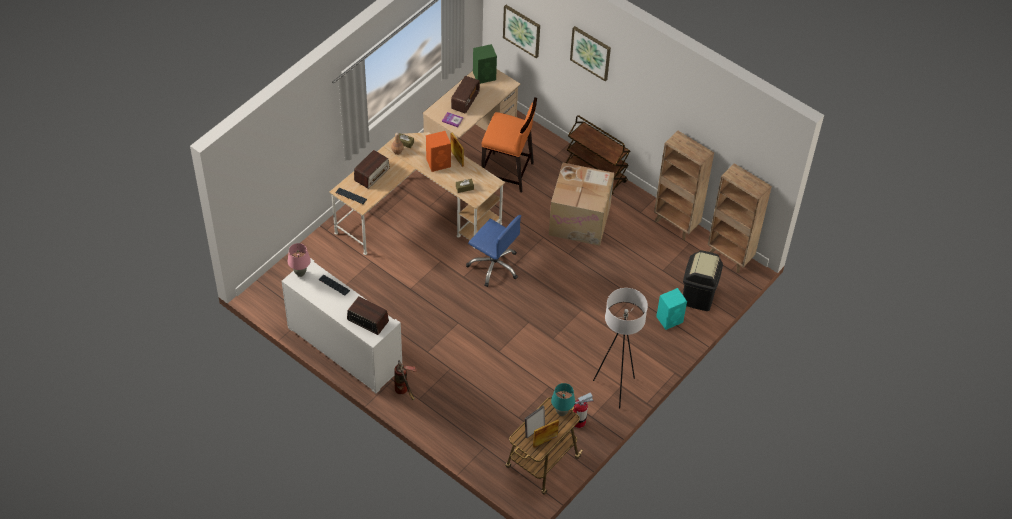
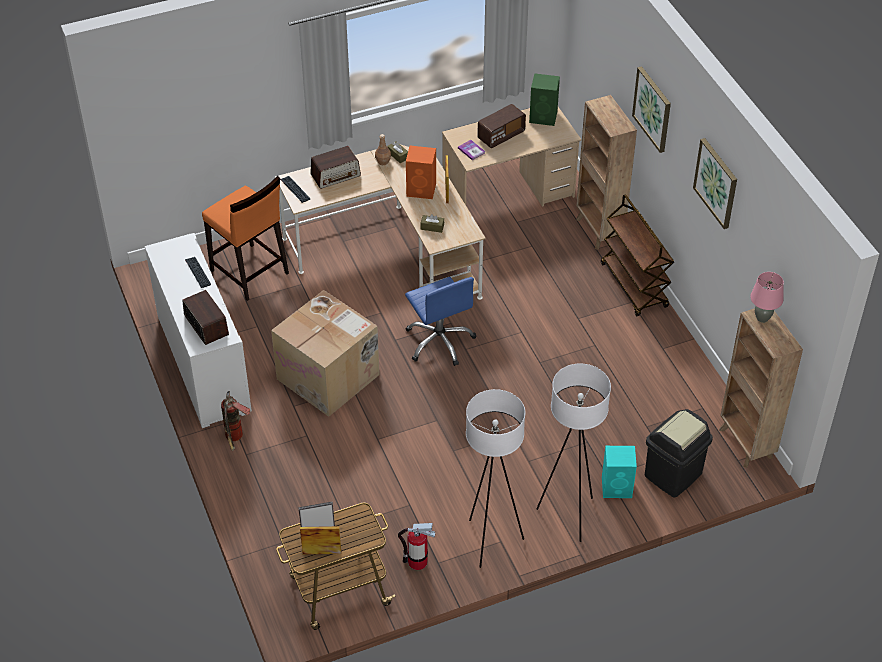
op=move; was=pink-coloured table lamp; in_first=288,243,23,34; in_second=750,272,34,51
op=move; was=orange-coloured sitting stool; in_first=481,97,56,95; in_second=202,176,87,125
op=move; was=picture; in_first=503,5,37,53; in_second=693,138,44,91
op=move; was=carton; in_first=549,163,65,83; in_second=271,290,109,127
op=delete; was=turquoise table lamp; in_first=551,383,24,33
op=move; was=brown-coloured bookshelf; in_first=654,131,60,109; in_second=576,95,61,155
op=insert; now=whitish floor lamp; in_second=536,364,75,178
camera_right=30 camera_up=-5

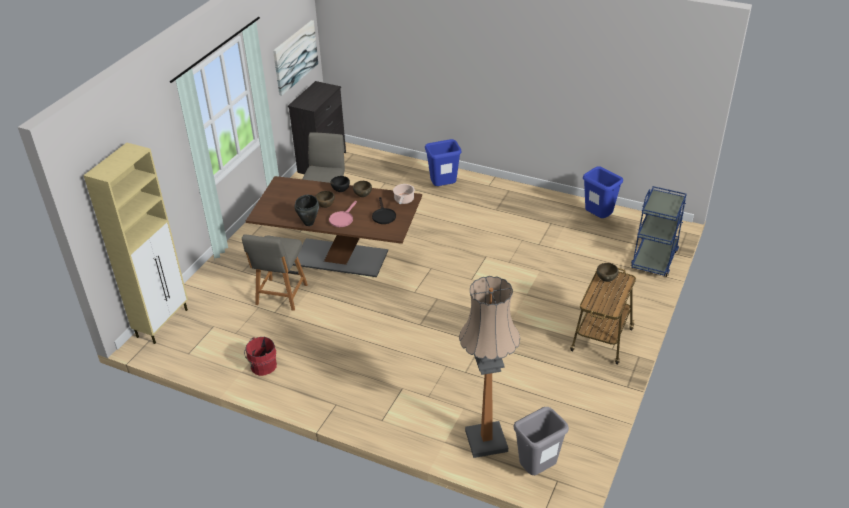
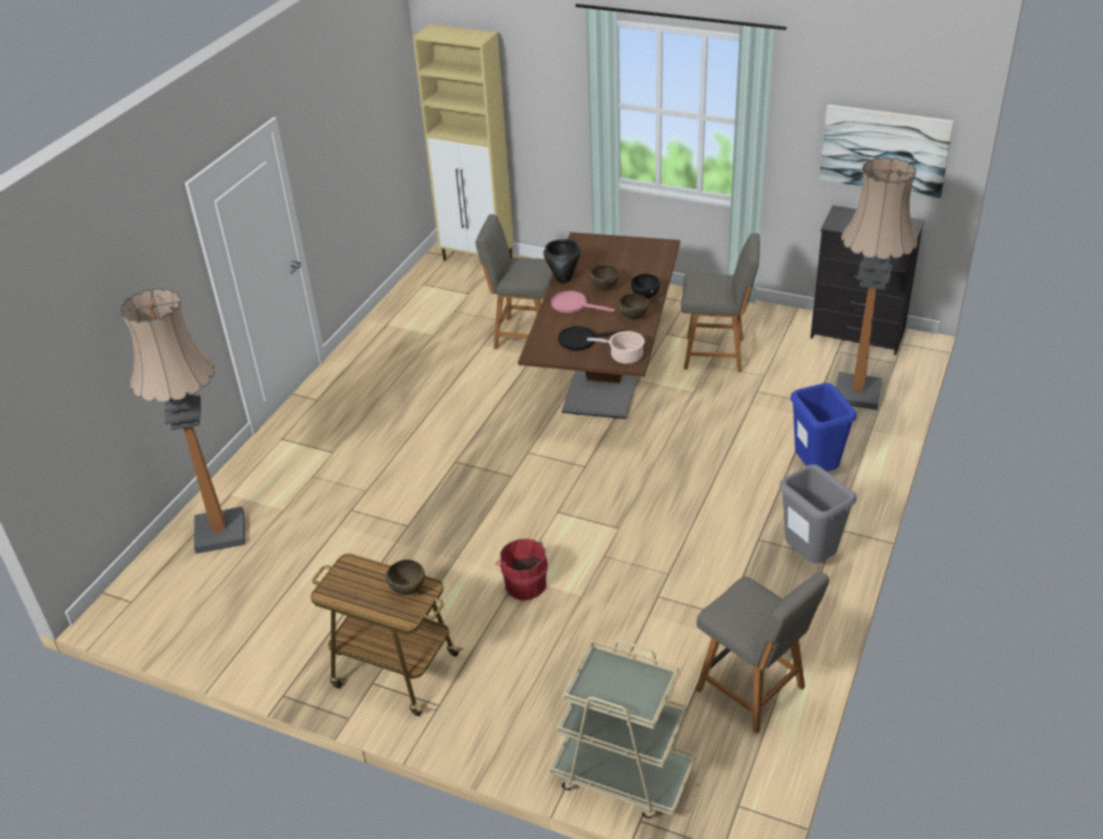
op=move; was=red-coloured water bucket; in_first=244,337,33,39; in_second=496,538,52,62
op=move; was=gray trash can; in_first=514,407,55,68; in_second=779,464,78,99
op=replace; was=bluish trash can; now=gray upright chair; in_first=583,166,40,52; in_second=696,572,133,162
op=recolor; was=bluish trolley; now=beige-coloured trolley; in_first=631,186,55,91; in_second=550,640,146,178
op=insert; now=floor lamp; in_second=836,157,82,253
camera_right=90 camera_up=0

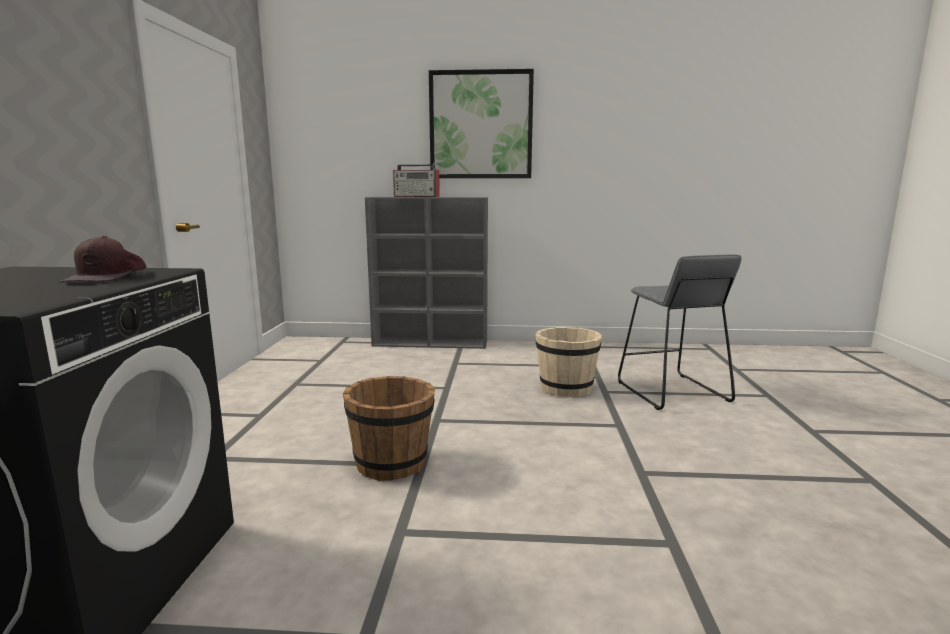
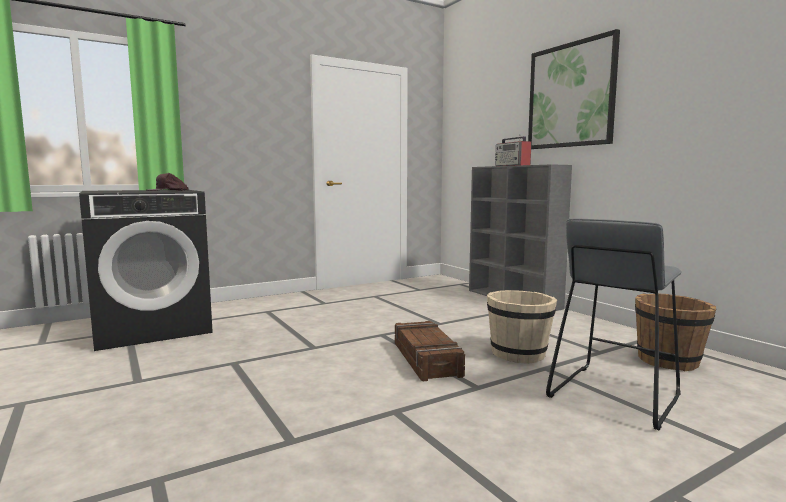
op=move; was=brown-coloured water bucket; in_first=343,376,92,105; in_second=635,293,81,78
op=insert; now=crate; in_second=395,321,70,60
camera_right=55 camera_up=-5

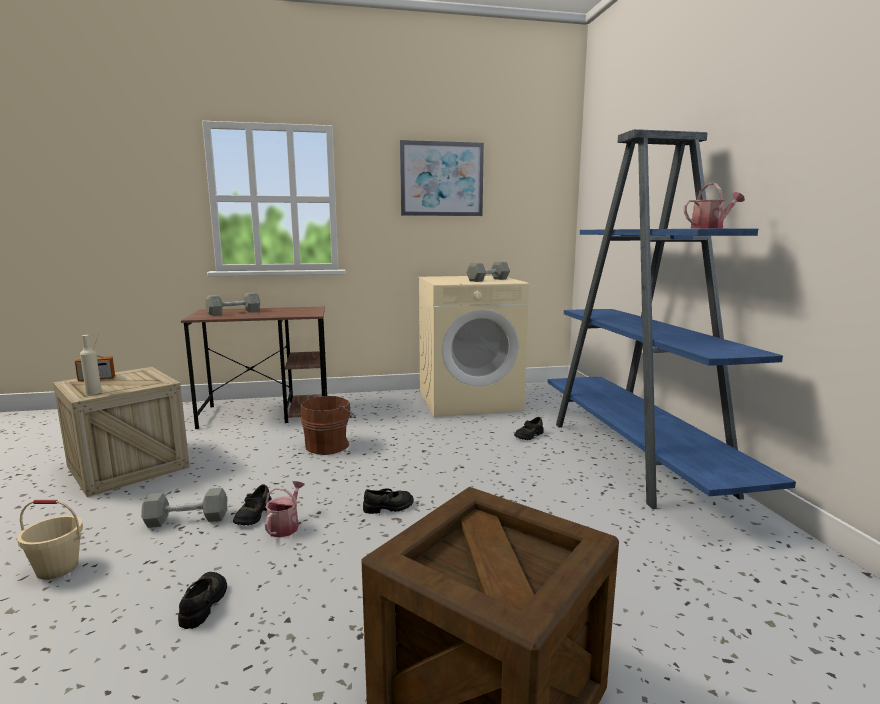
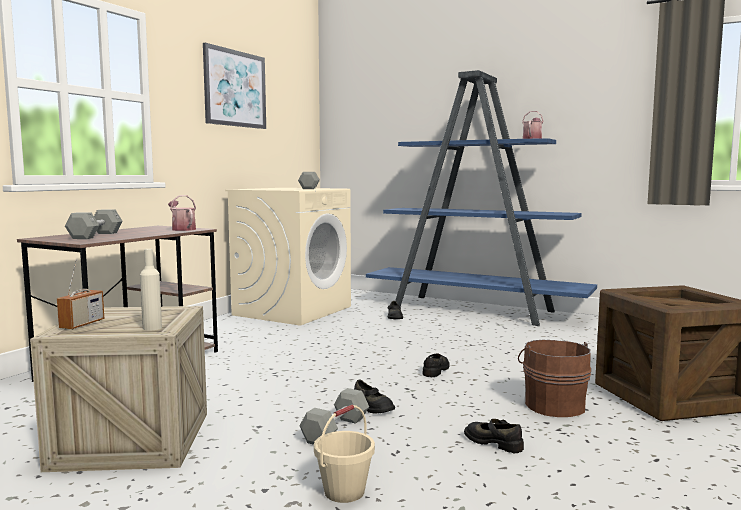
op=move; was=watering pot; in_first=265,481,40,57; in_second=168,195,28,36
op=move; was=brown-coloured water bucket; in_first=300,396,56,59; in_second=518,340,73,77
camera_right=-50 camera_up=-5

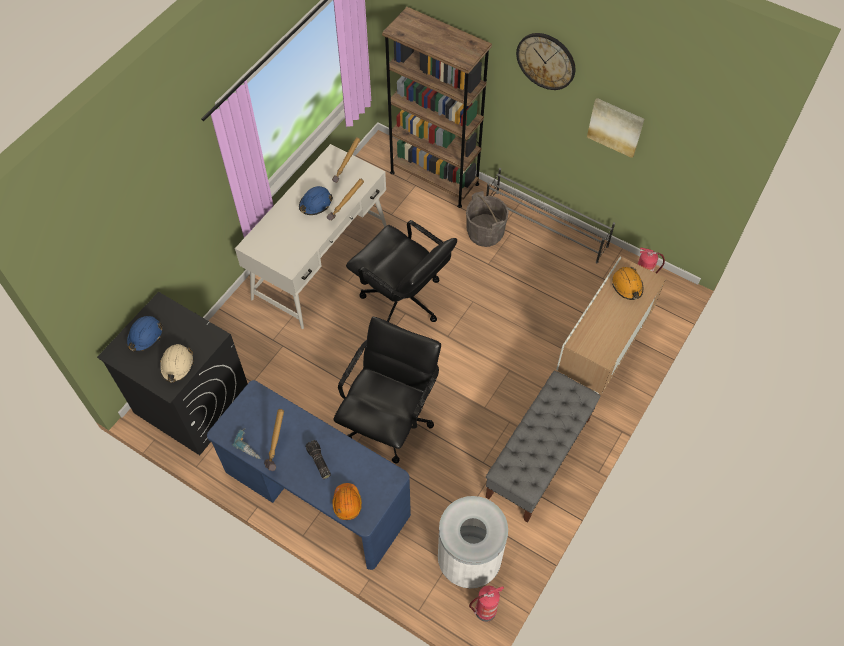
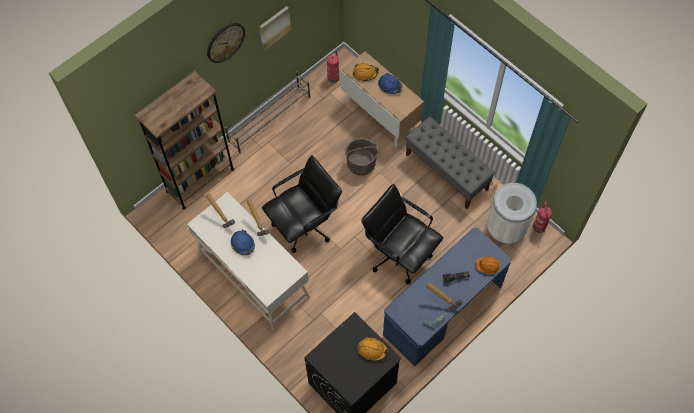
op=move; was=bluish hard hat; in_first=126,316,37,36; in_second=378,73,24,21
op=recolor; was=beige-coloured hard hat; now=orange-coloured hard hat; in_first=160,344,34,39; in_second=358,337,31,24
op=move; was=gray water bucket; in_first=466,191,43,56; in_second=344,138,34,38
camera_right=-75 camera_up=5

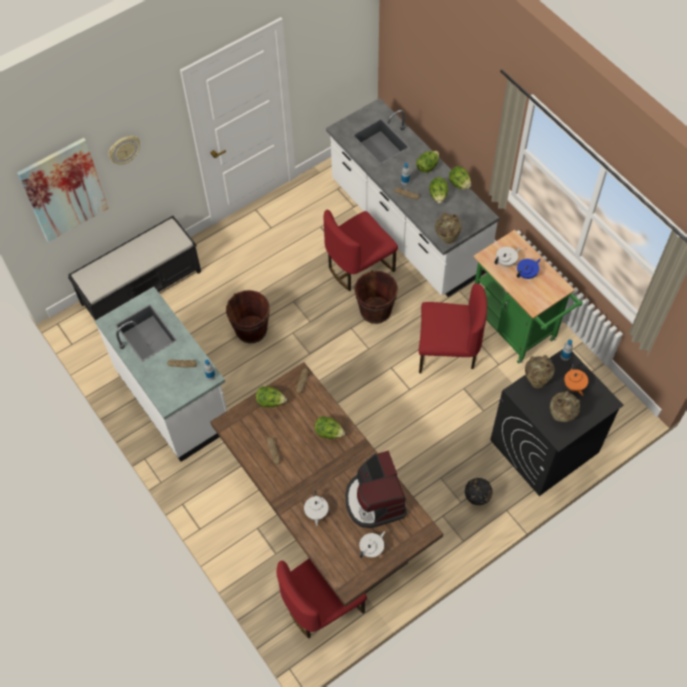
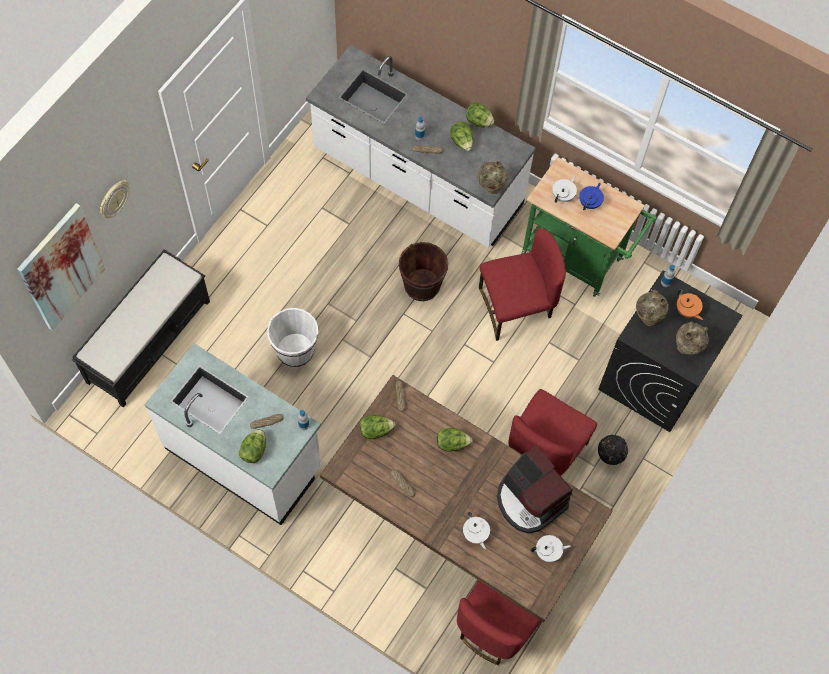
op=recolor; was=brown-coloured water bucket; now=whitish water bucket; in_first=226,290,44,53; in_second=267,308,51,59
op=move; was=red-coloured upright chair; in_first=323,210,75,81; in_second=508,389,89,87
op=rotate; was=whitish teapot; in_first=359,531,26,27; in_second=531,535,40,27; clockwise=60
op=move; was=head of lettuce; in_first=416,151,23,22; in_second=239,429,27,34
camera_right=-25 camera_up=5

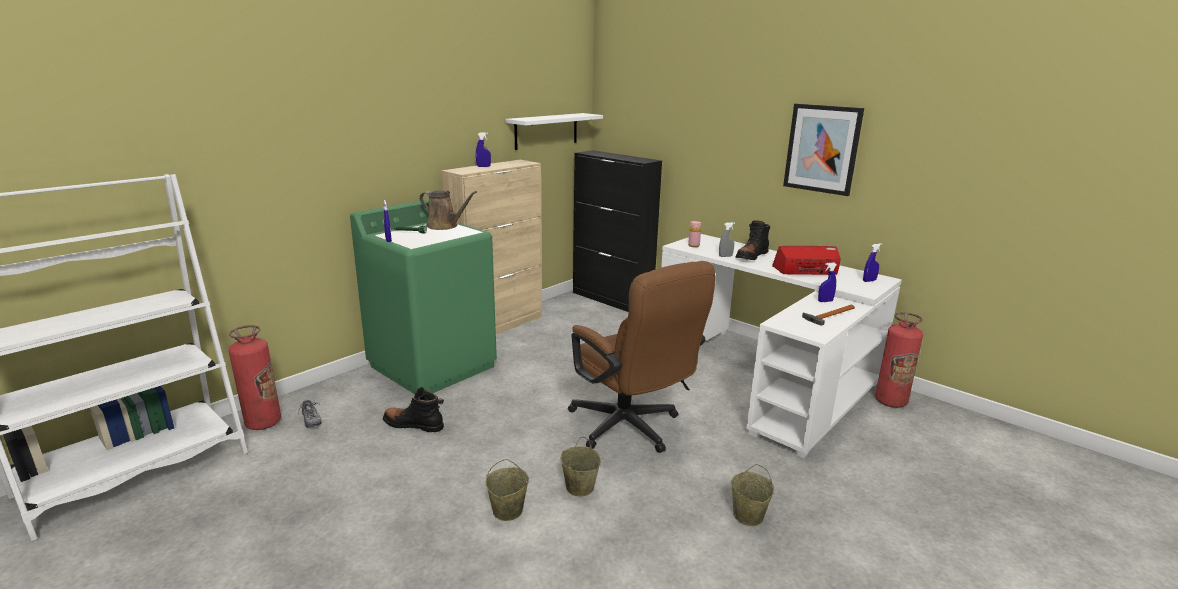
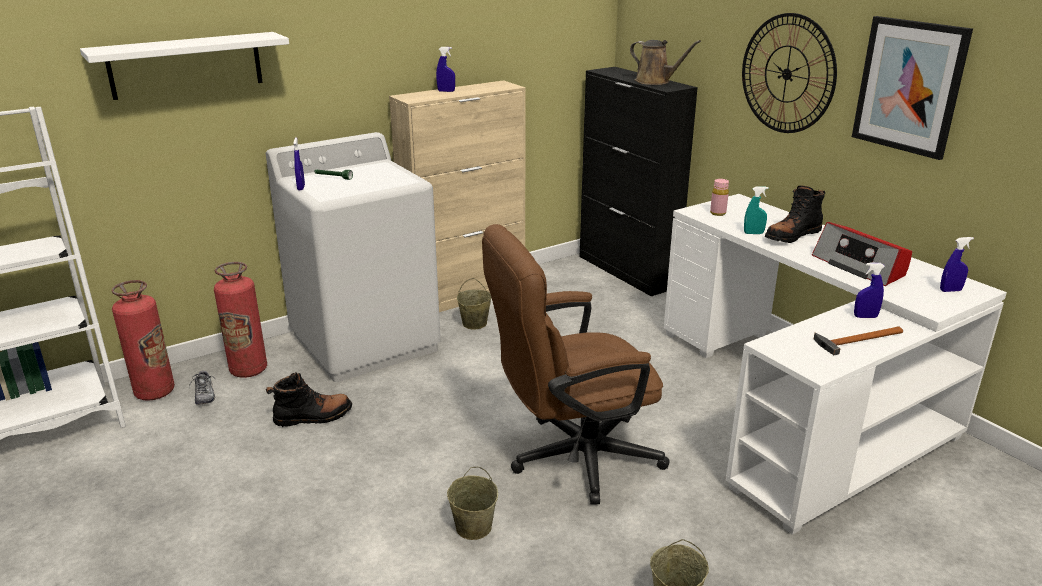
op=recolor; was=greenish laundry machine; now=whitish laundry machine; in_first=350,199,147,195; in_second=266,132,174,250
op=rotate; was=blackish tall boot; in_first=383,387,61,45; in_second=266,372,86,55; clockwise=135
op=move; was=brown-coloured watering pot; in_first=419,190,58,40; in_second=630,40,71,45
op=move; was=beige-coloured water bucket; in_first=485,459,44,62; in_second=457,278,35,51
op=move; was=whitish shelf; in_first=505,113,98,37; in_second=80,32,209,68
op=rotate; was=brown-coloured desk chair; in_first=568,261,148,192; in_second=482,224,188,281; clockwise=90
op=recolor; was=gray spray bottle; now=turquoise spray bottle; in_first=719,222,16,35; in_second=744,187,24,47
op=rotate; was=radio set; in_first=772,246,69,29; in_second=812,222,100,64; clockwise=-135
op=move; was=fire-fighting cylinder; in_first=875,312,48,96; in_second=214,262,53,116
op=insert; now=hanging clock; in_second=742,13,95,120
camera_right=15 camera_up=5

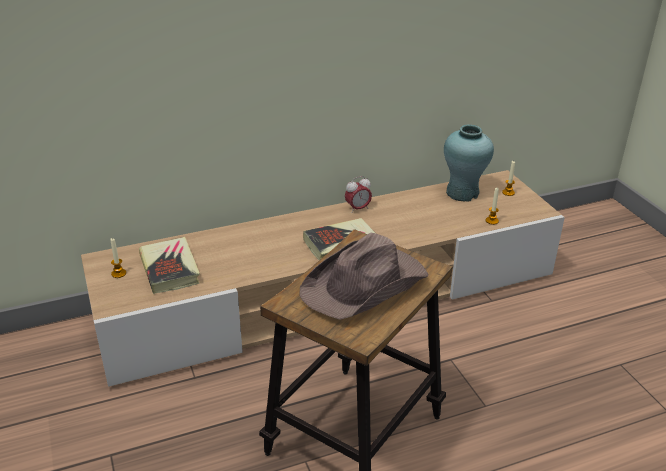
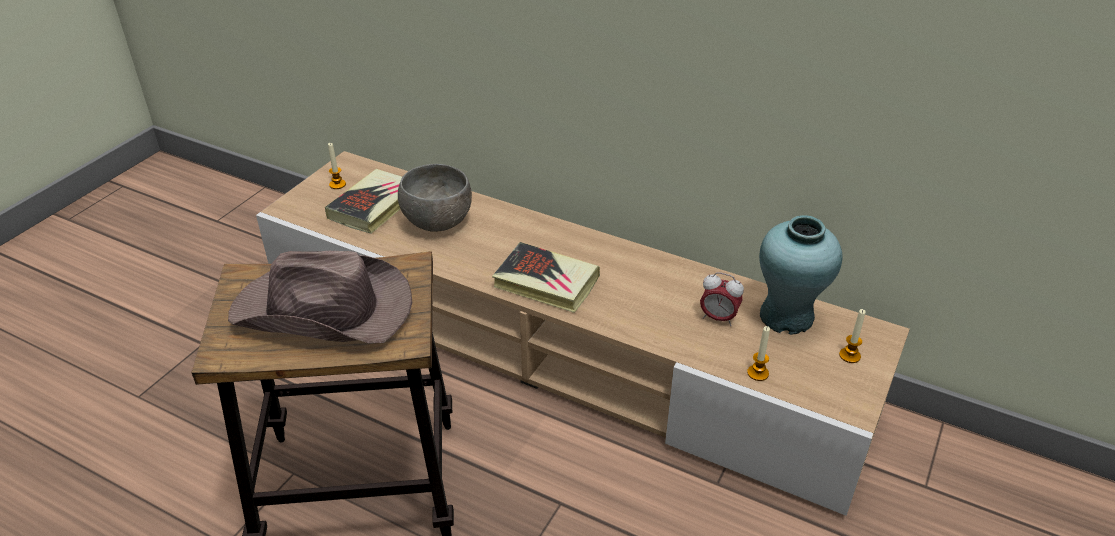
op=move; was=table clock; in_first=345,176,27,36; in_second=700,272,44,54
op=insert; now=gray serving bowl; in_second=398,164,74,68
camera_right=50 camera_up=5

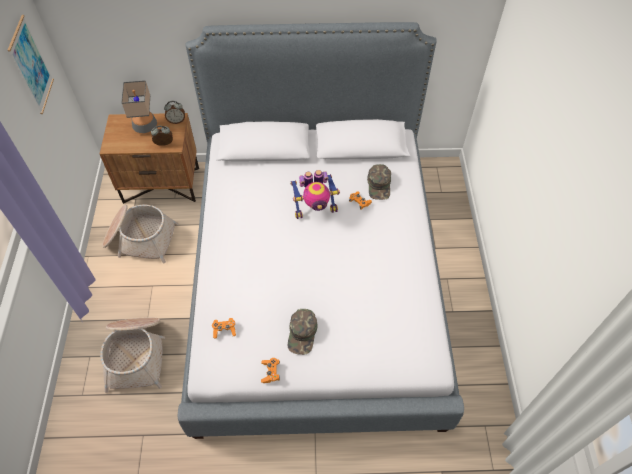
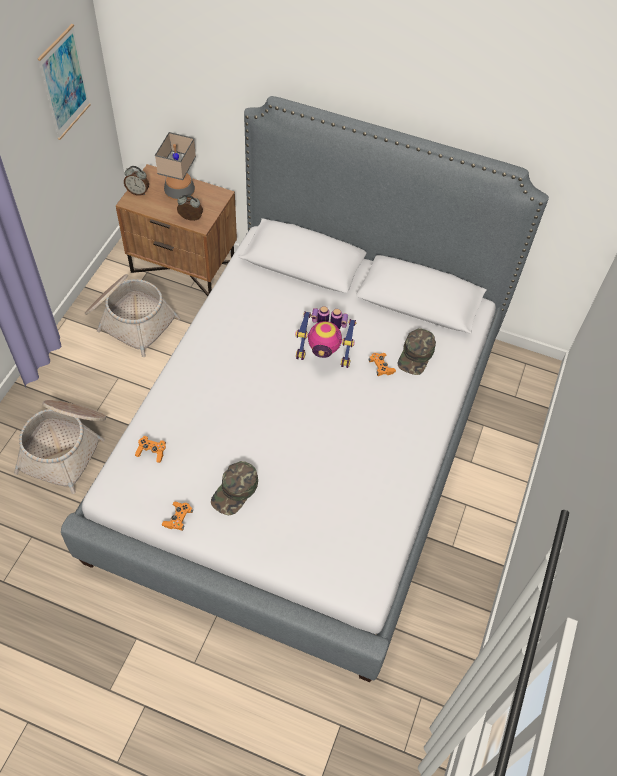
op=move; was=table clock; in_first=164,101,21,23; in_second=124,166,25,30
camera_right=20 camera_up=0

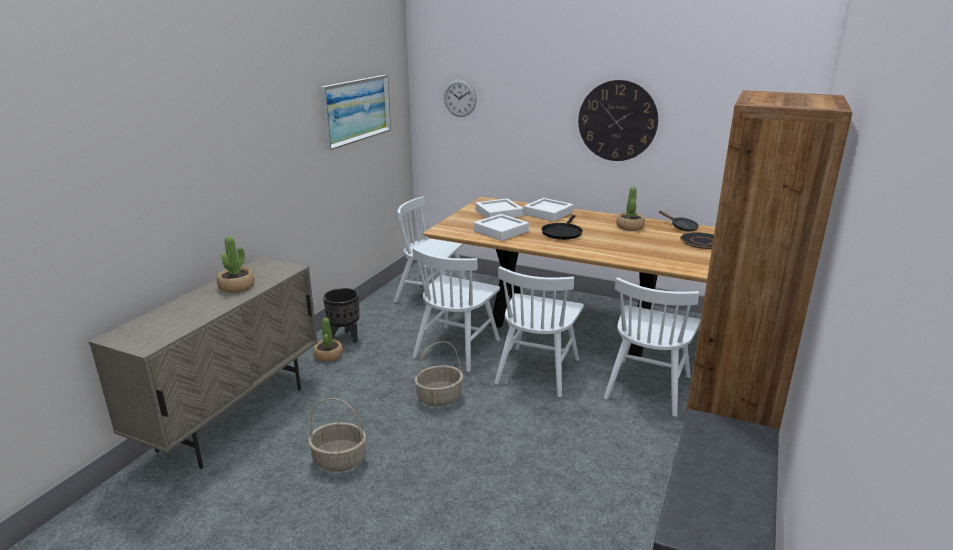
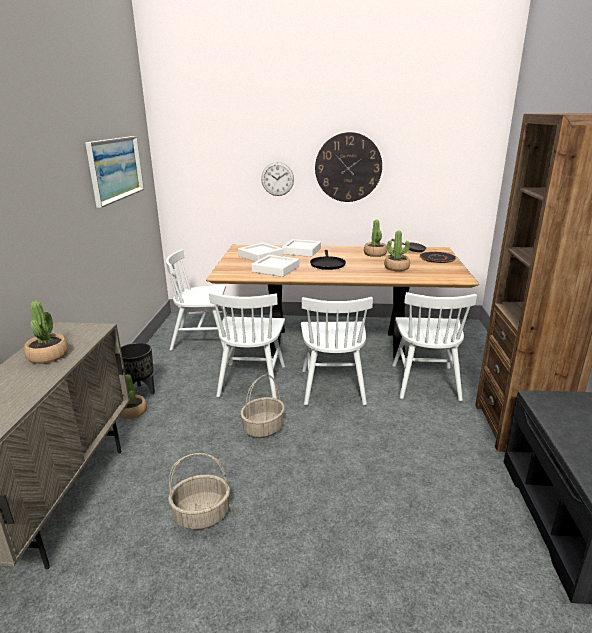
op=move; was=hanging clock; in_first=444,80,33,37; in_second=261,162,33,34
op=insert; now=potted plant; in_second=384,231,26,40
camera_right=-20 camera_up=0

